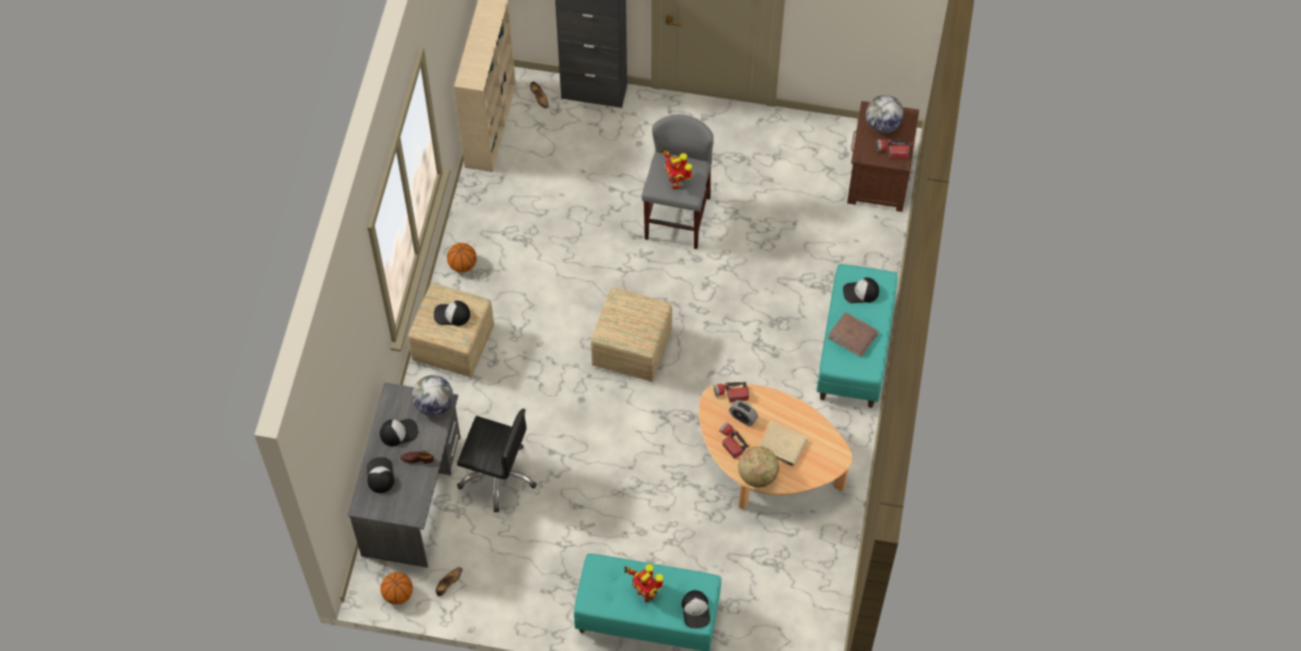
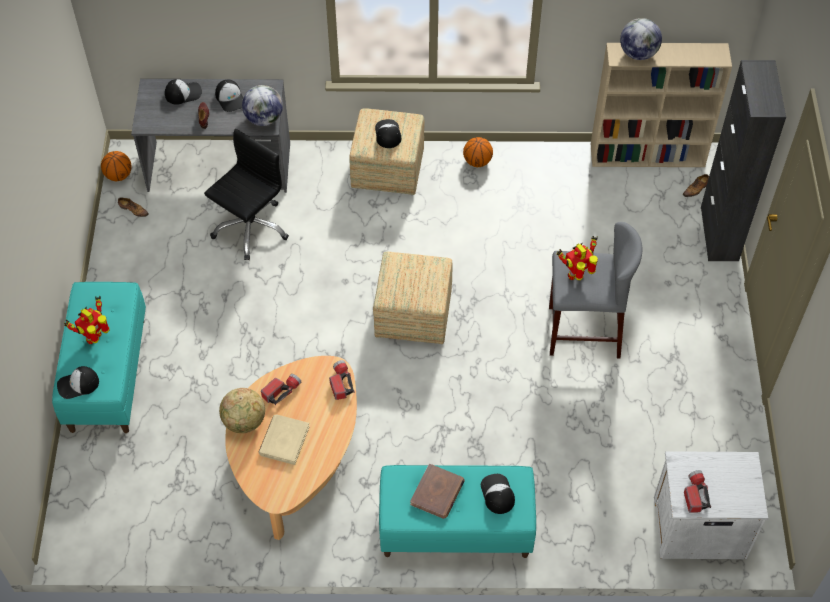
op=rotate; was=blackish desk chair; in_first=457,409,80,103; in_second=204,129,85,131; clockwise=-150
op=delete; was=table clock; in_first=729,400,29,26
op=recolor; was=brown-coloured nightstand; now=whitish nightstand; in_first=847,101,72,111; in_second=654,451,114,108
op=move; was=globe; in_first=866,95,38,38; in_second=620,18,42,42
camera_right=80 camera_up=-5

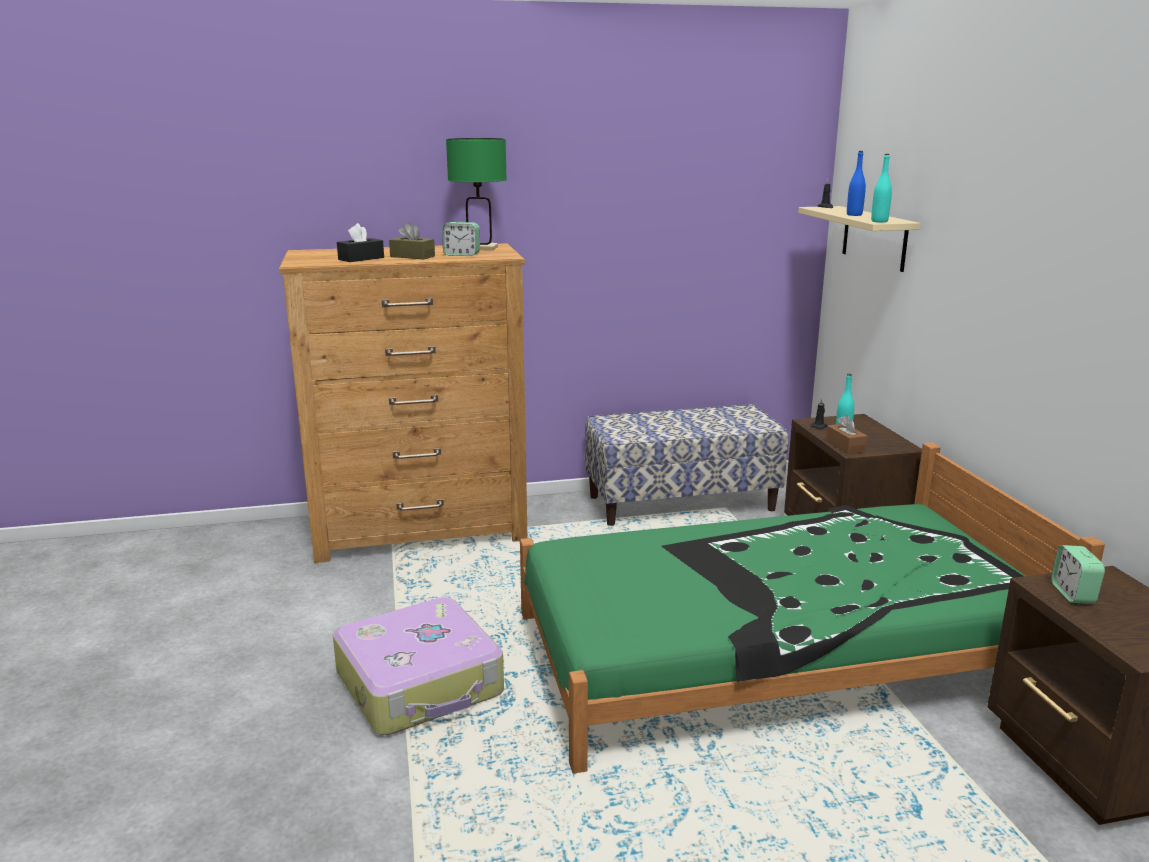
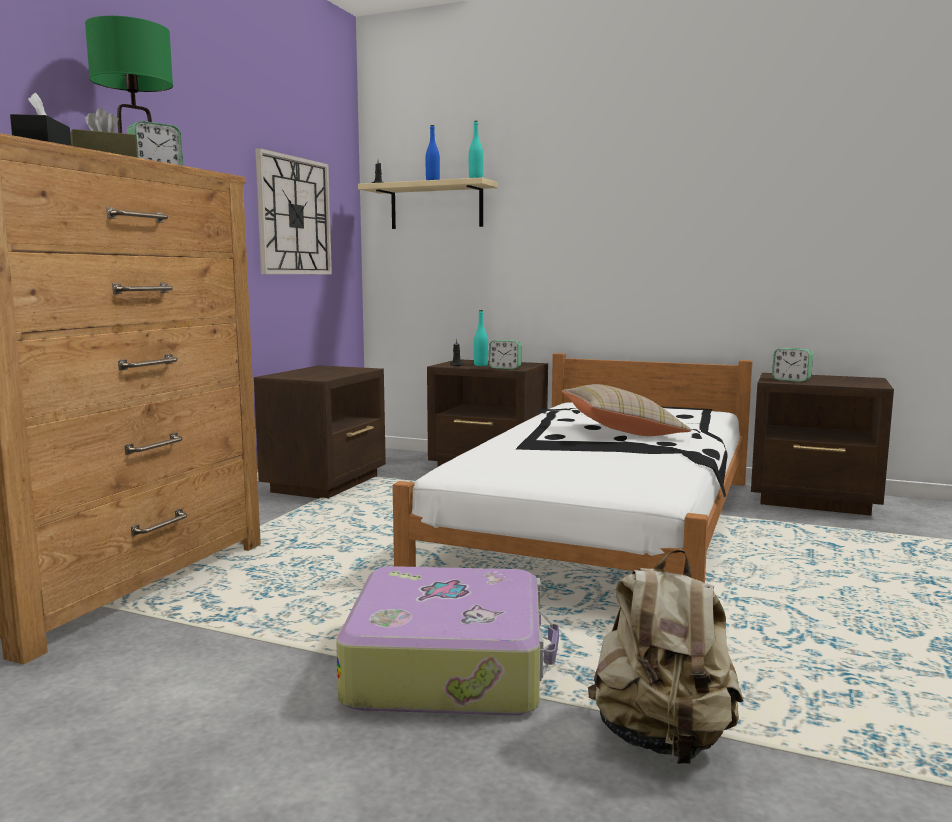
op=recolor; was=greenish bedroom bed; now=whitish bedroom bed; in_first=520,443,585,331; in_second=393,353,360,230
op=replace; was=bench; now=brown-coloured nightstand; in_first=585,404,203,122; in_second=254,365,132,133
op=replace; was=brown-coloured box of tissues; now=table clock; in_first=826,415,42,39; in_second=489,340,32,29
op=insert; now=hanging clock; in_second=255,148,77,126
op=insert; now=beige-coloured throw pillow; in_second=562,384,129,52
op=insert; now=beige-coloured backpack; in_second=588,549,155,215
camera_right=-55 camera_up=-10

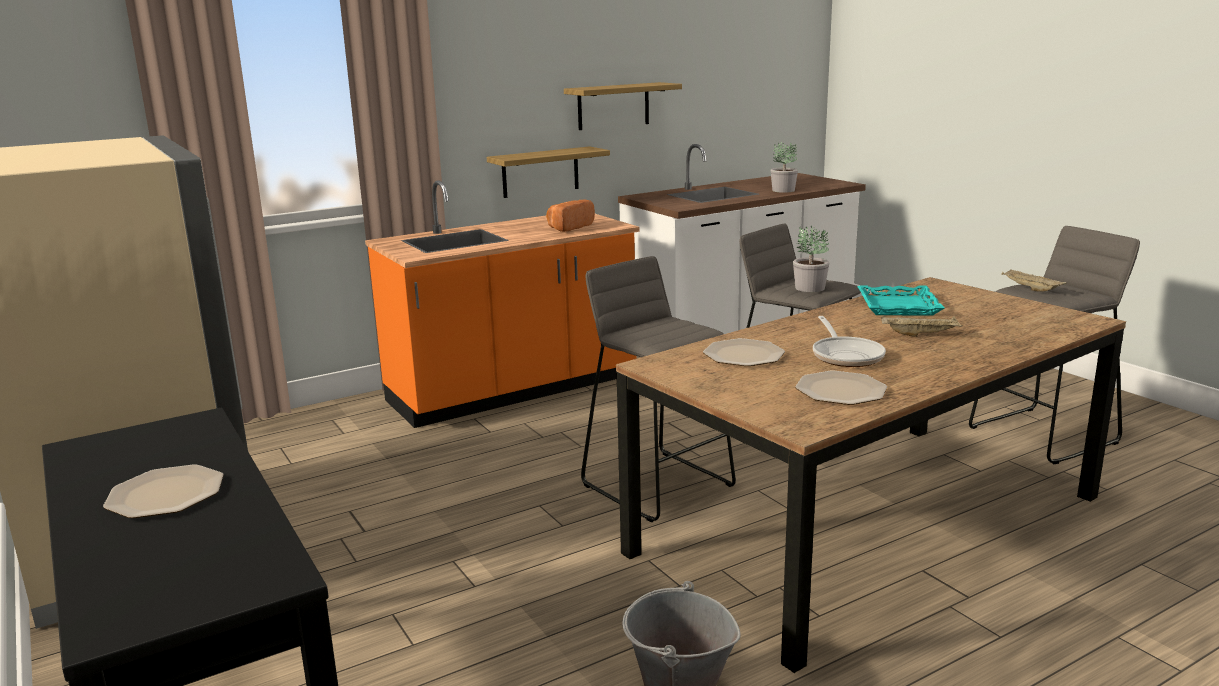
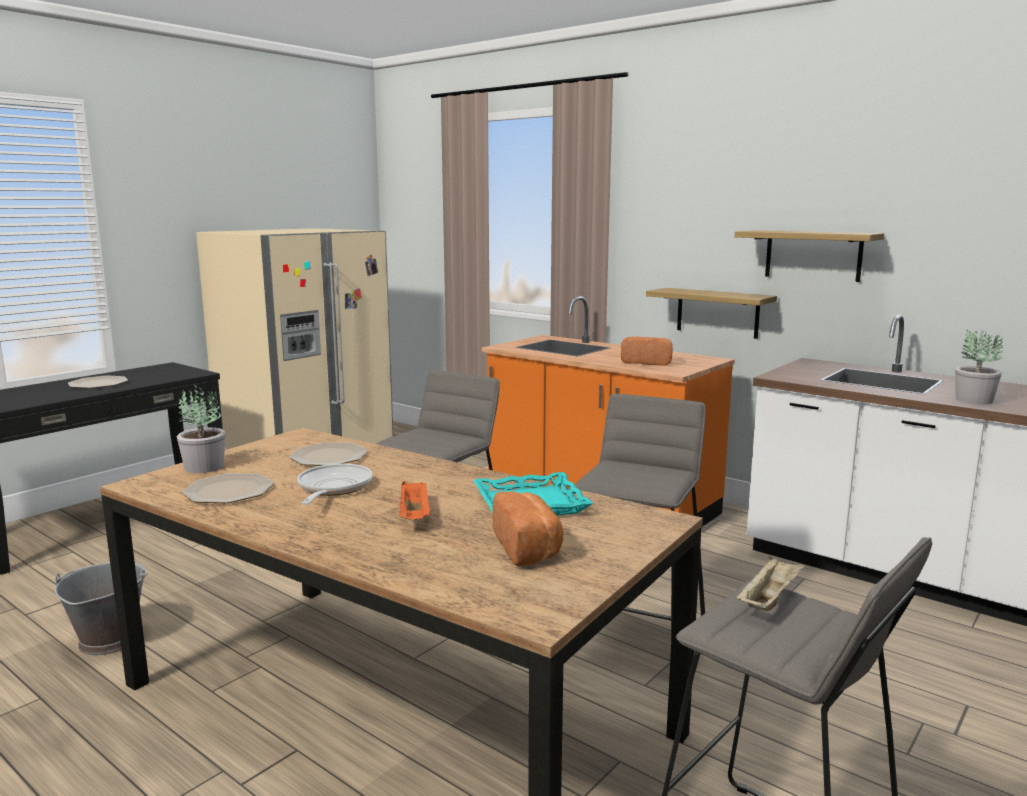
op=move; was=potted plant; in_first=793,225,37,67; in_second=177,384,49,89
op=rotate; was=frying pan; in_first=813,316,73,51; in_second=297,464,76,41; clockwise=120
op=recolor; was=beige-coloured carrying tray; now=orange-coloured carrying tray; in_first=881,316,81,21; in_second=399,481,31,38
op=insert; now=bread; in_second=492,491,71,75
camera_right=70 camera_up=-5

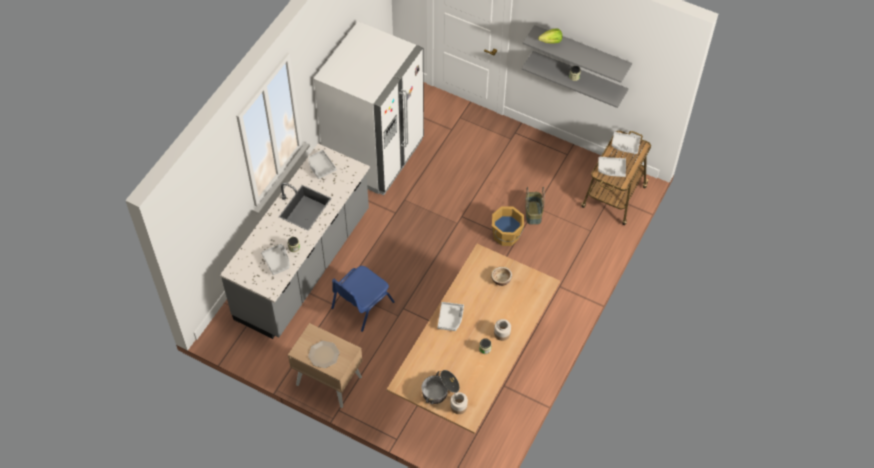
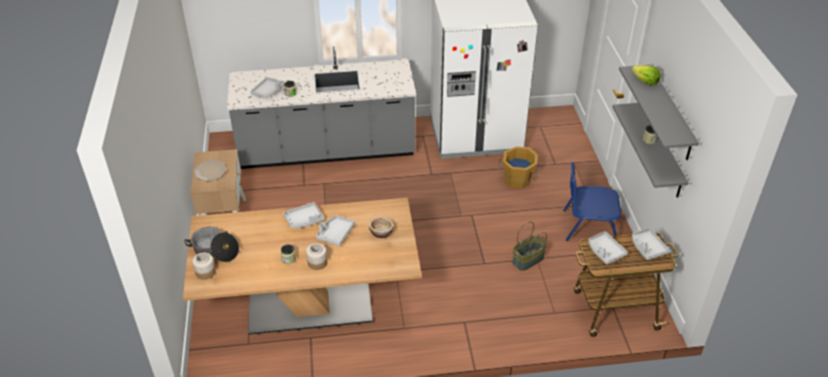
op=move; was=gray carrying tray; in_first=308,150,29,29; in_second=316,215,39,31
op=move; was=bluish upright chair; in_first=331,266,64,66; in_second=563,162,59,79
op=move; was=orange-coloured water bucket; in_first=492,206,32,40; in_second=499,147,42,41
camera_right=55 camera_up=-15

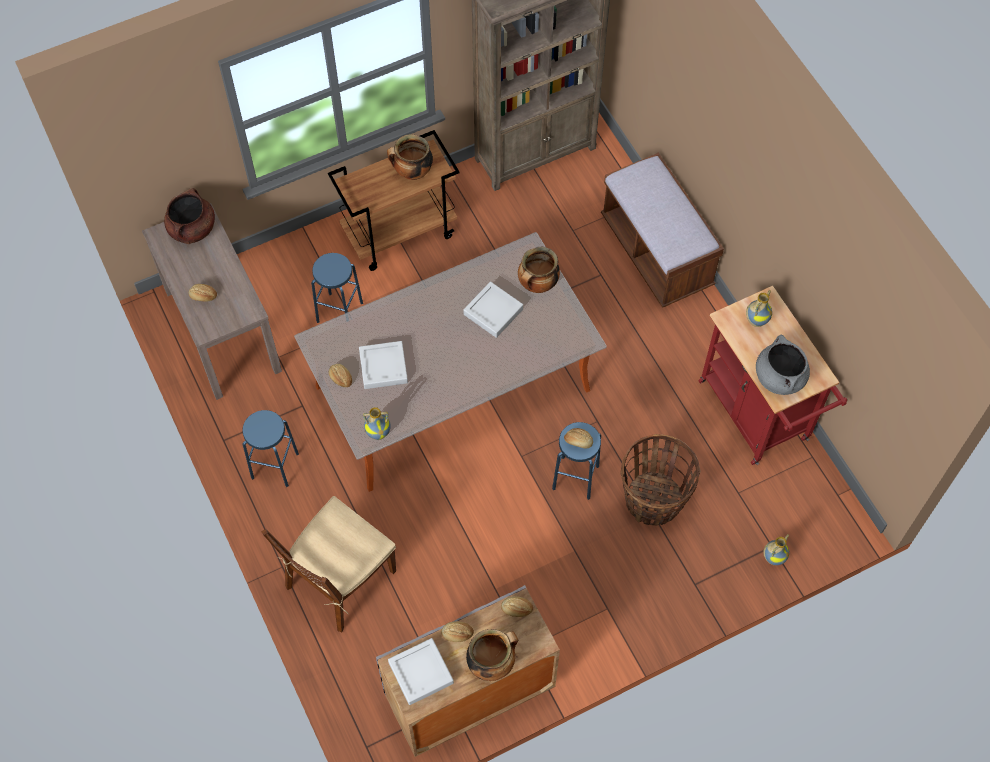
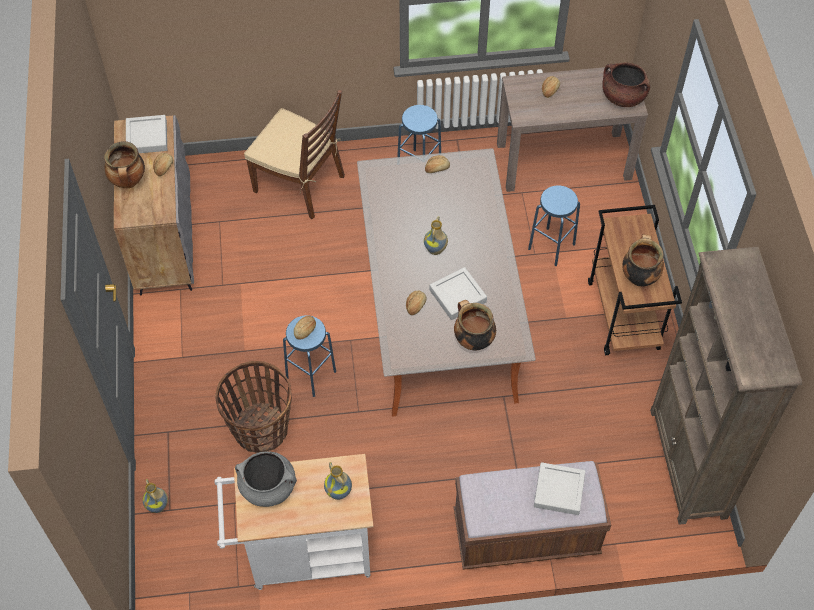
op=rotate; was=brown-coloured upright chair; in_first=261,496,135,136; in_second=244,90,101,129; clockwise=150
op=move; was=gray carrying tray; in_first=359,341,49,48; in_second=534,462,51,53
op=move; was=decorative vase; in_first=363,407,28,33; in_second=424,216,24,39
op=move; was=bread; in_first=501,596,32,21; in_second=406,291,21,24
op=recolor; was=red-coloured trolley; now=whitish trolley; in_first=698,286,149,180; in_second=215,454,159,136
camera_right=110 camera_up=-5

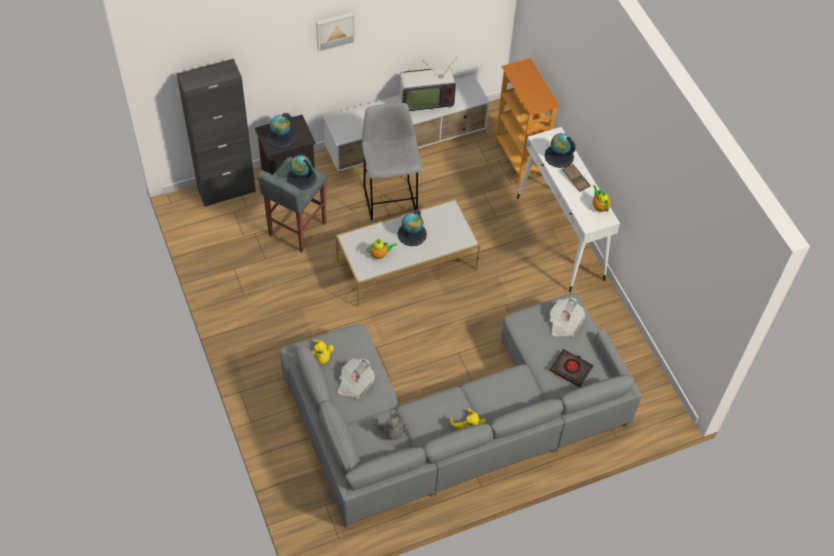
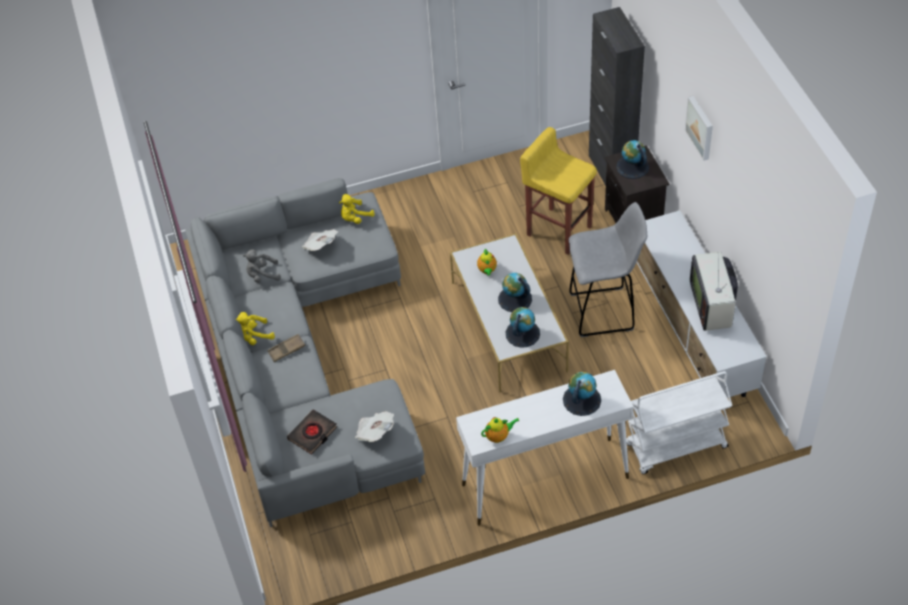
op=recolor; was=gray sitting stool; now=yellow sitting stool; in_first=258,157,69,96; in_second=520,127,77,128
op=move; was=globe; in_first=287,155,29,35; in_second=505,307,35,41
op=replace; was=bookshelf; now=whitish trolley; in_first=495,58,65,126; in_second=626,371,106,103
op=move; was=brown-coloured carrying tray; in_first=562,164,29,28; in_second=267,334,38,28
camera_right=100 camera_up=-5

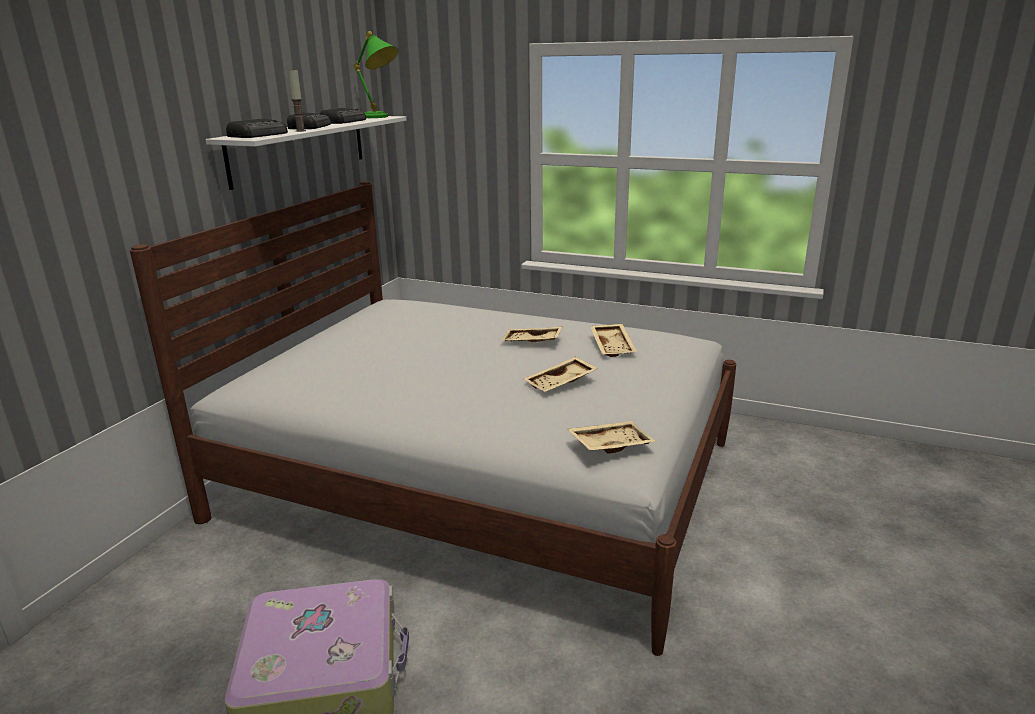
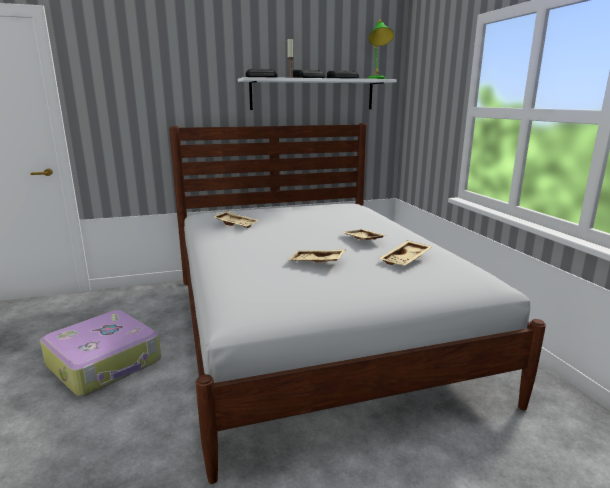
op=move; was=beige-coloured carrying tray; in_first=567,421,89,33; in_second=213,211,46,17
camera_right=50 camera_up=-5

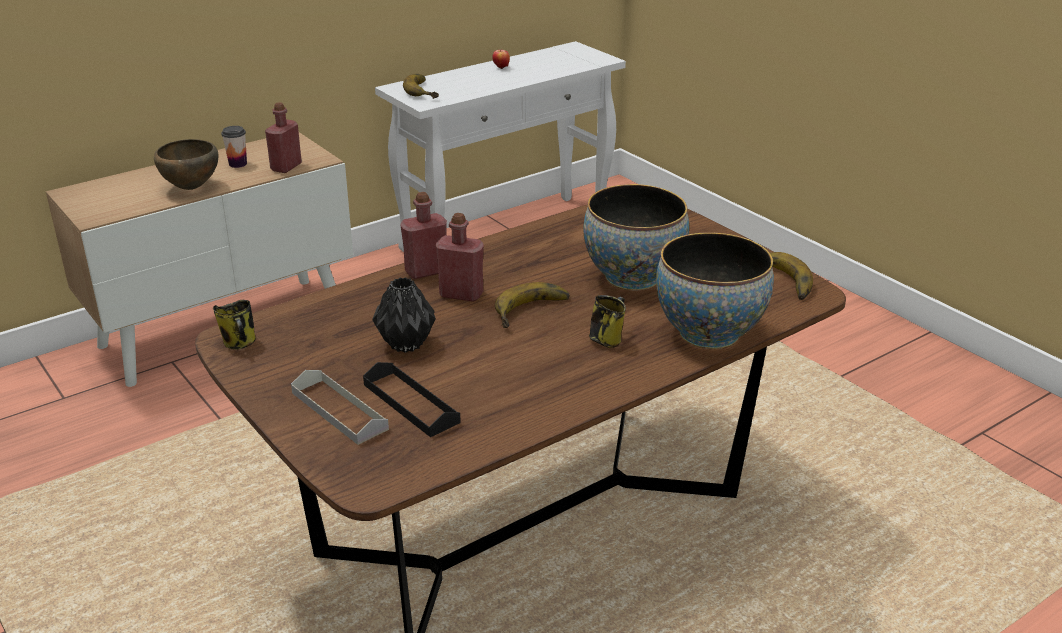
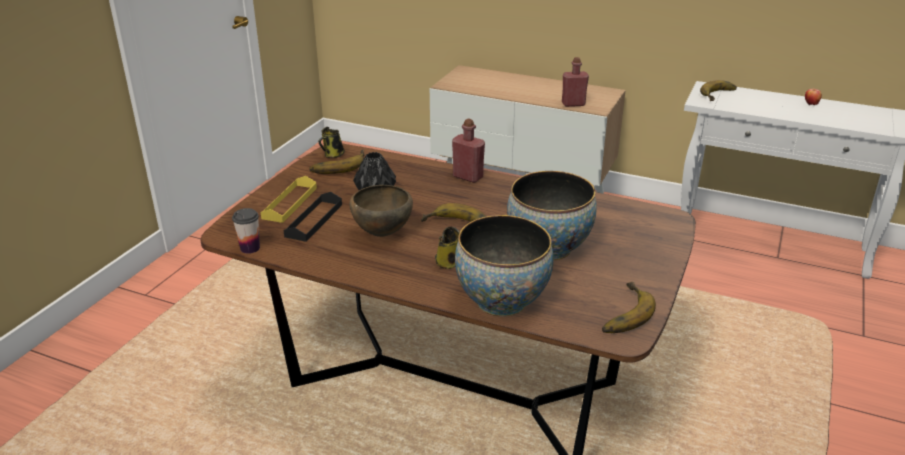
op=move; was=brown-coloured serving bowl; in_first=154,139,64,51; in_second=350,185,63,52
op=move; was=cup; in_first=221,126,26,42; in_second=232,208,28,46
op=recolor; was=gray carrying tray; now=yellow carrying tray; in_first=291,370,98,75; in_second=261,176,56,47
op=delete; was=red-coloured beverage bottle; in_first=436,213,48,89
op=insert; now=banana fruit; in_second=309,150,56,24
camera_right=60 camera_up=0

